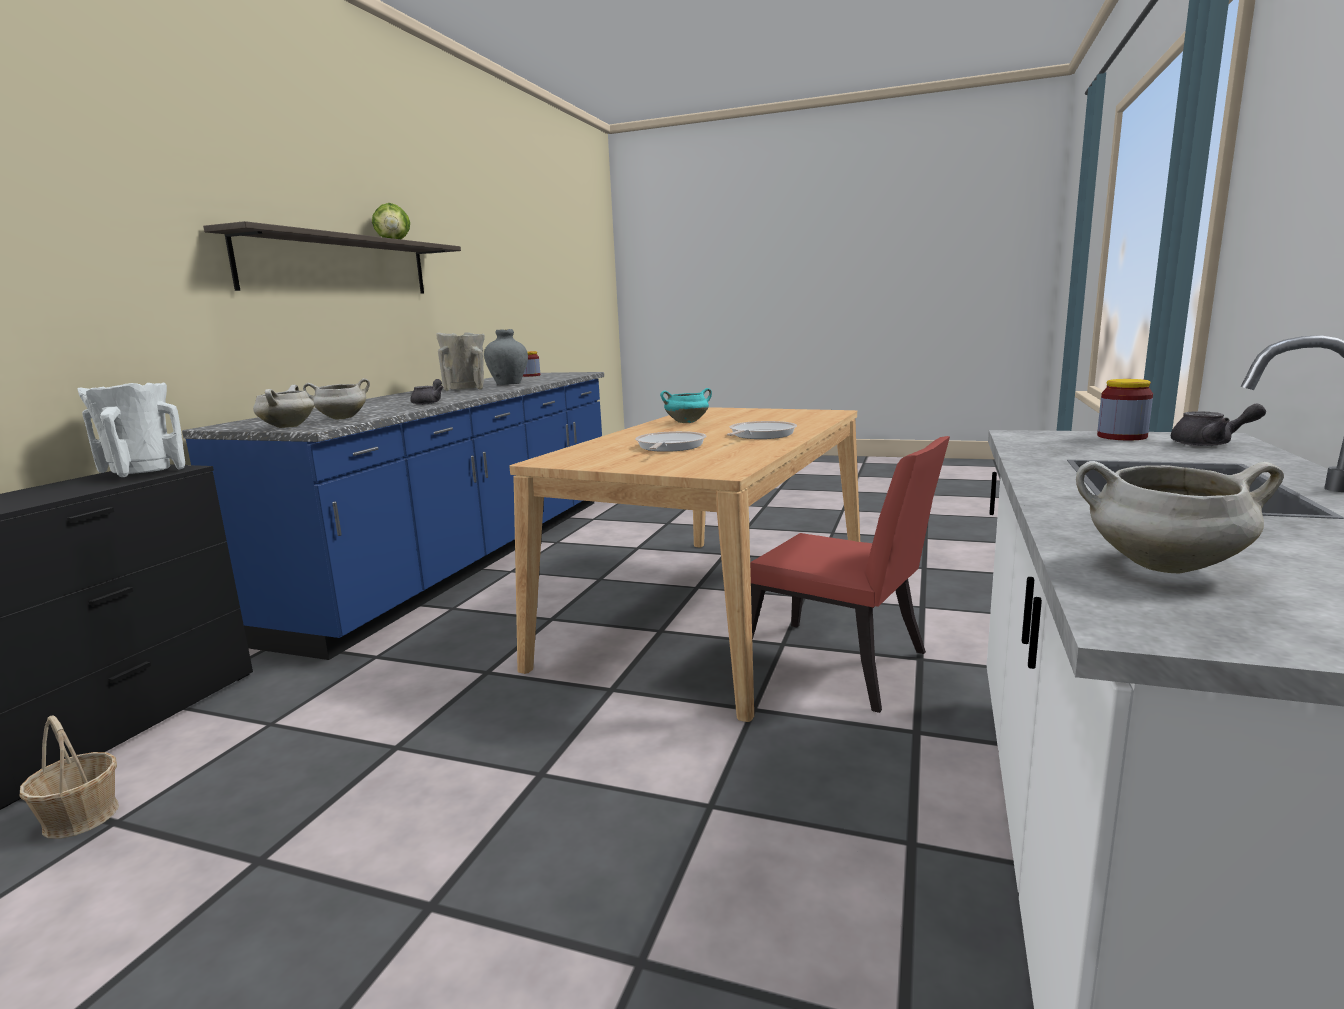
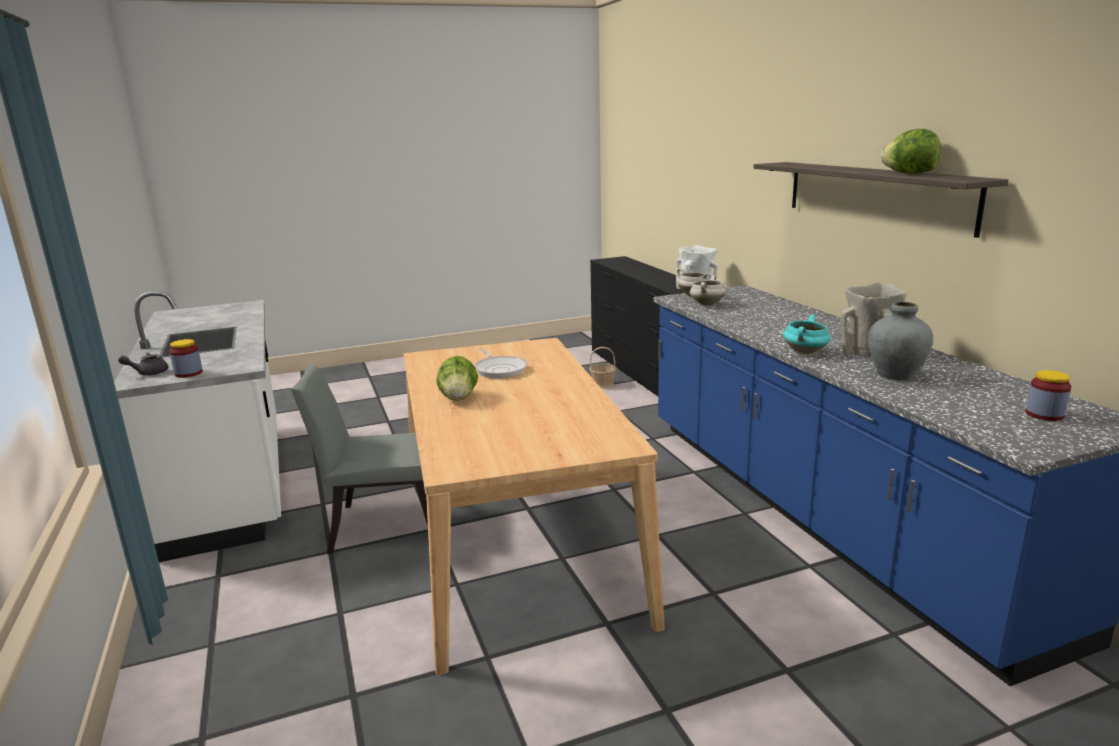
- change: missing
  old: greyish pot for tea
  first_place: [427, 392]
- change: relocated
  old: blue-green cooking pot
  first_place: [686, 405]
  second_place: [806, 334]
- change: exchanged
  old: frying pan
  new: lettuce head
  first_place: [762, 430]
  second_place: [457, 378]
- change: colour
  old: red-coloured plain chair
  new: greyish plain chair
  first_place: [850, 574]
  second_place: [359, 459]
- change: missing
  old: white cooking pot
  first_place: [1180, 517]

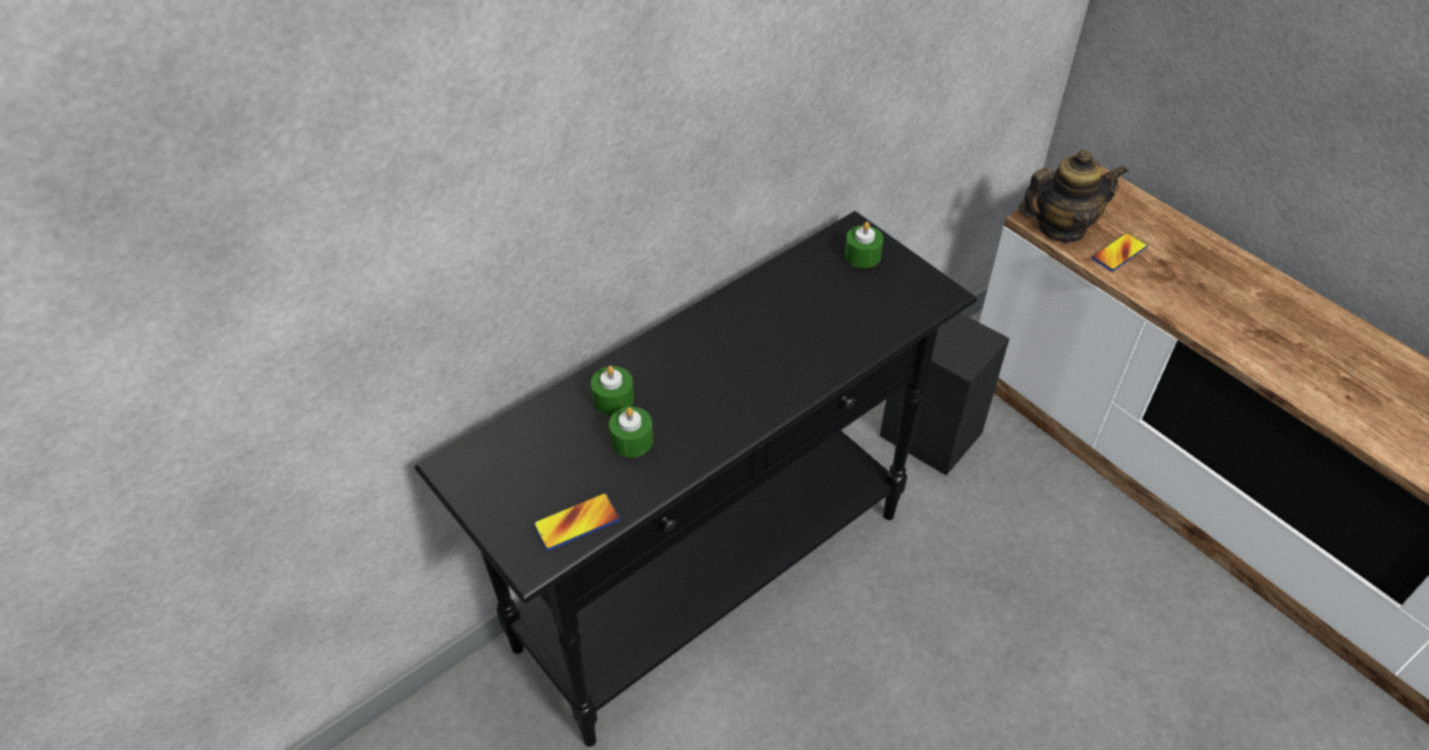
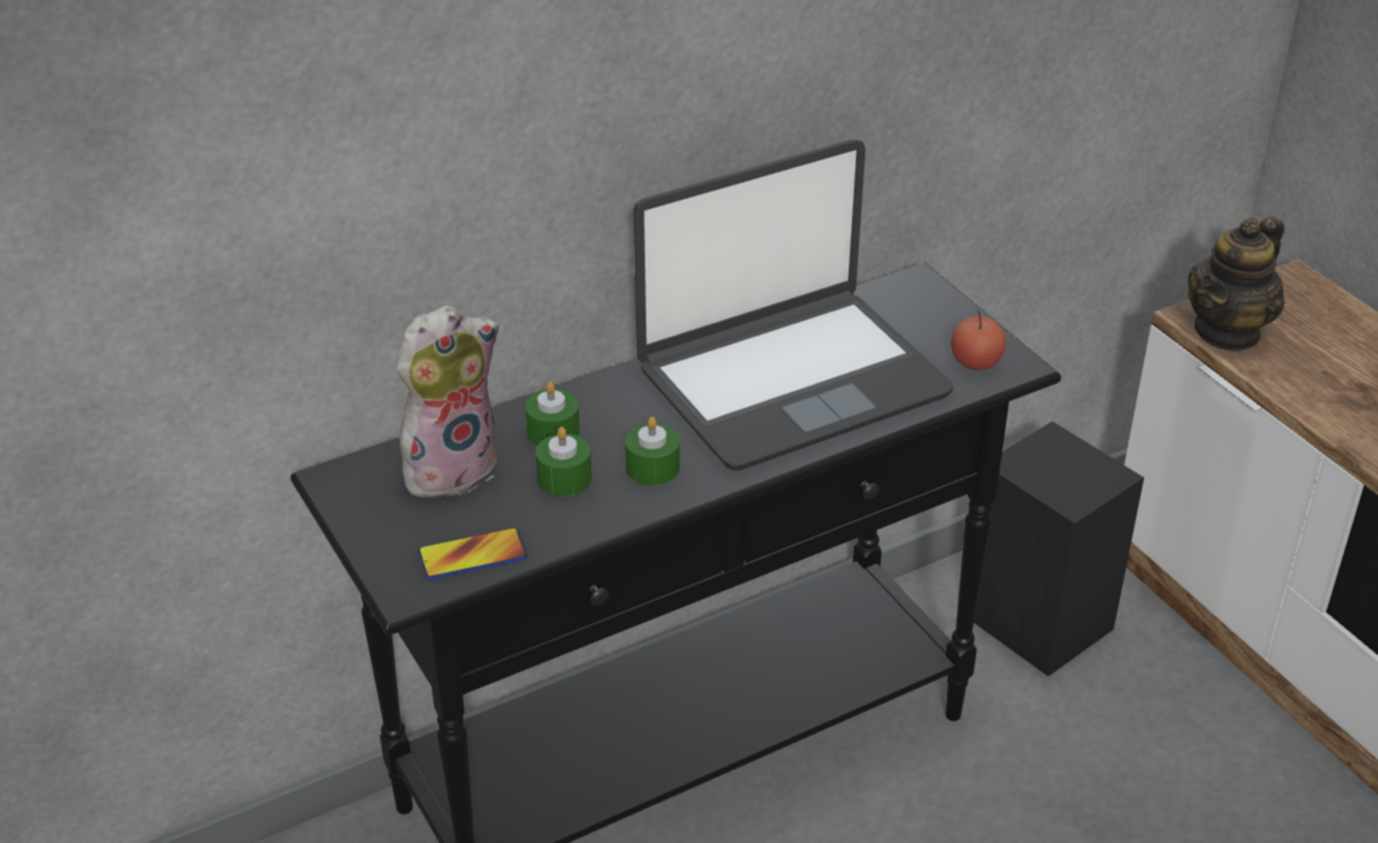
- change: relocated
  old: green wax light
  first_place: [864, 245]
  second_place: [652, 451]
- change: spun
  old: pot for tea
  first_place: [1073, 196]
  second_place: [1236, 284]
  degrees: 135
- change: missing
  old: telephone
  first_place: [1119, 252]
- change: appeared
  new: cuddly toy
  second_place: [448, 401]
- change: appeared
  new: notebook computer
  second_place: [794, 305]
- change: appeared
  new: whole apple
  second_place: [978, 340]

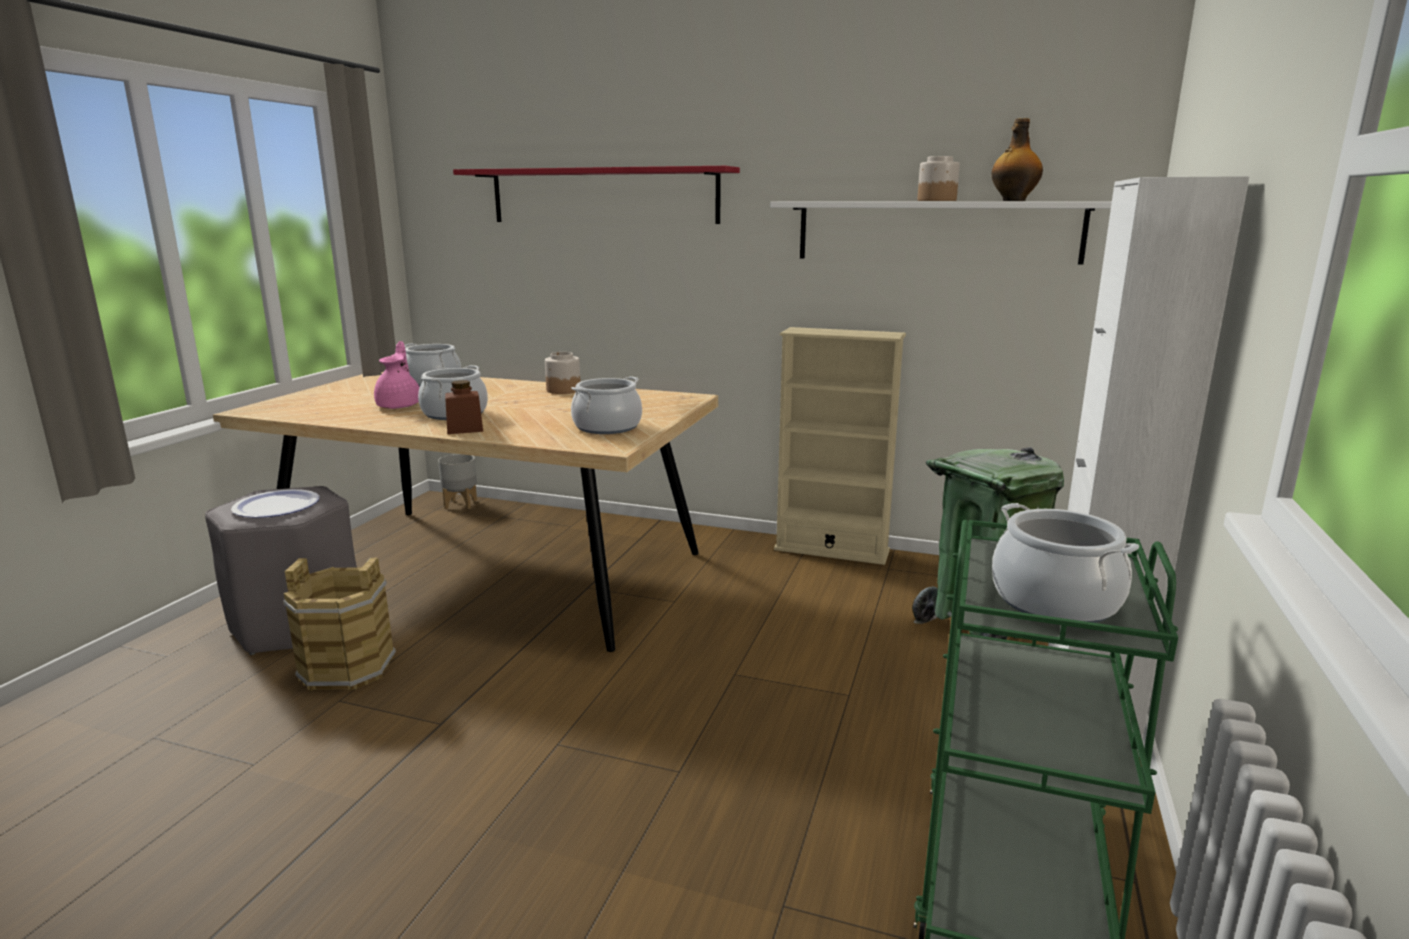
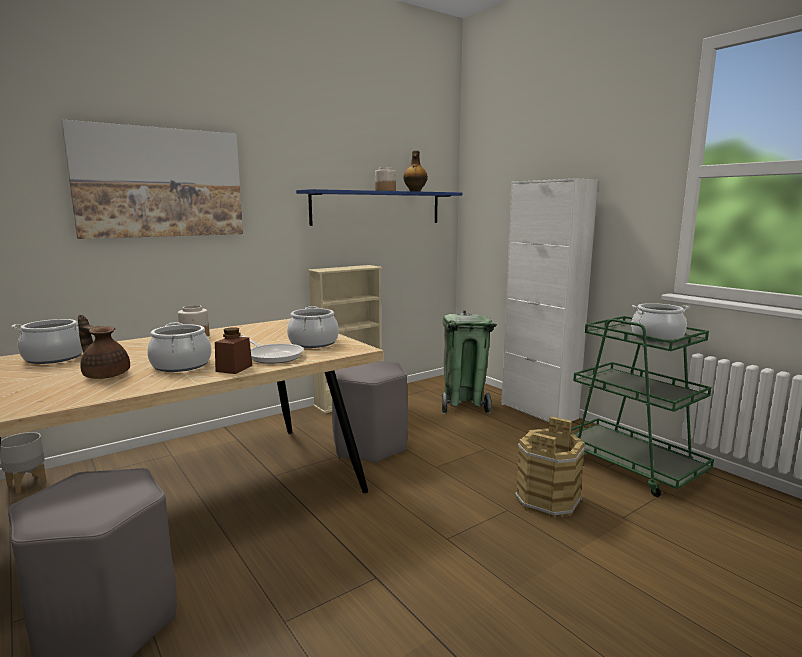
- change: missing
  old: flat dish
  first_place: [275, 503]
- change: relocated
  old: brownish bucket
  first_place: [339, 624]
  second_place: [550, 467]
- change: colour
  old: pinkish pot for tea
  new: brownish pot for tea
  first_place: [397, 375]
  second_place: [104, 347]
- change: exchanged
  old: red-coloured wall shelf
  new: wall picture
  first_place: [596, 195]
  second_place: [152, 179]
- change: colour
  old: white wall shelf
  new: blue-coloured wall shelf
  first_place: [941, 233]
  second_place: [379, 207]
- change: appeared
  new: frying pan
  second_place: [271, 349]
- change: appeared
  new: greyish stool
  second_place: [370, 412]

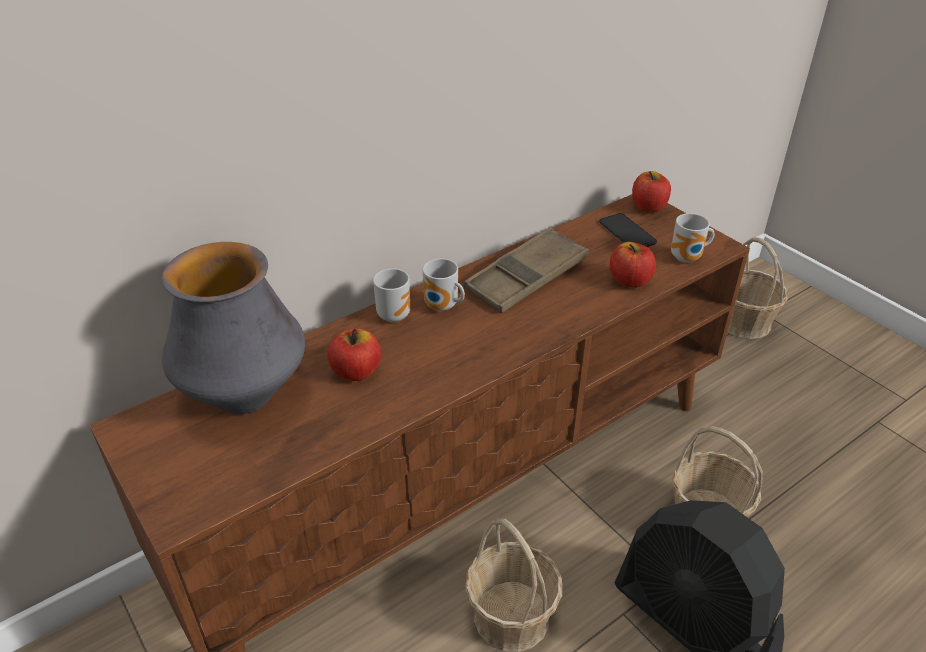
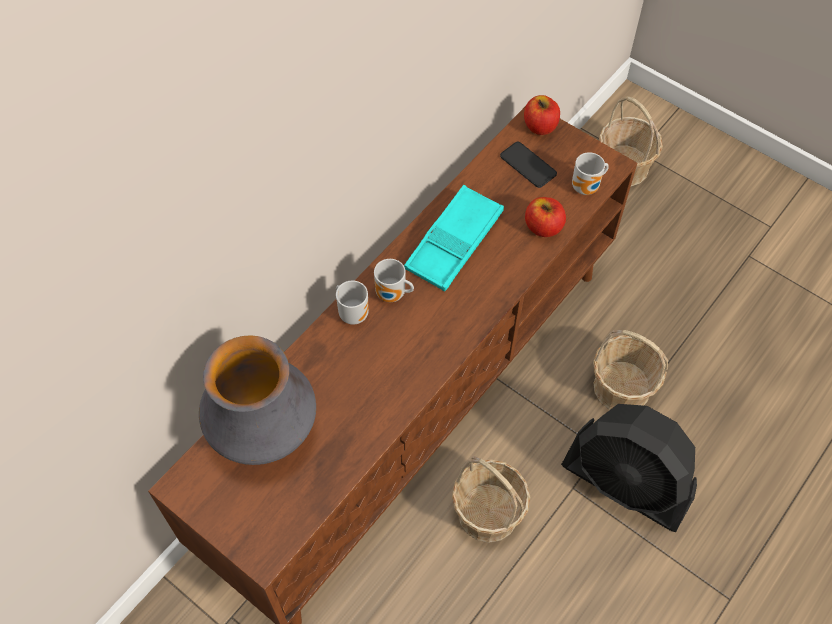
- change: missing
  old: whole apple
  first_place: [354, 355]
- change: colour
  old: brownish serving tray
  new: blue-green serving tray
  first_place: [526, 270]
  second_place: [454, 238]

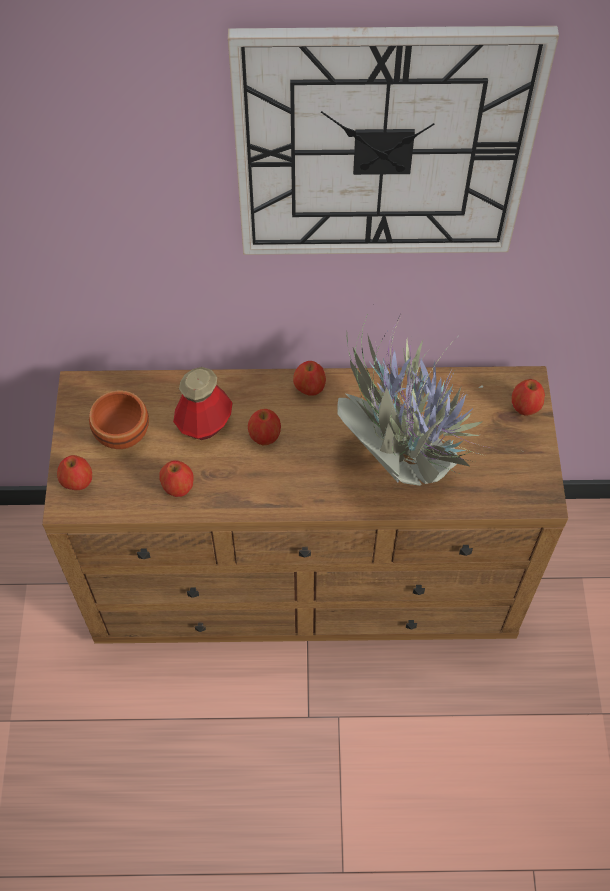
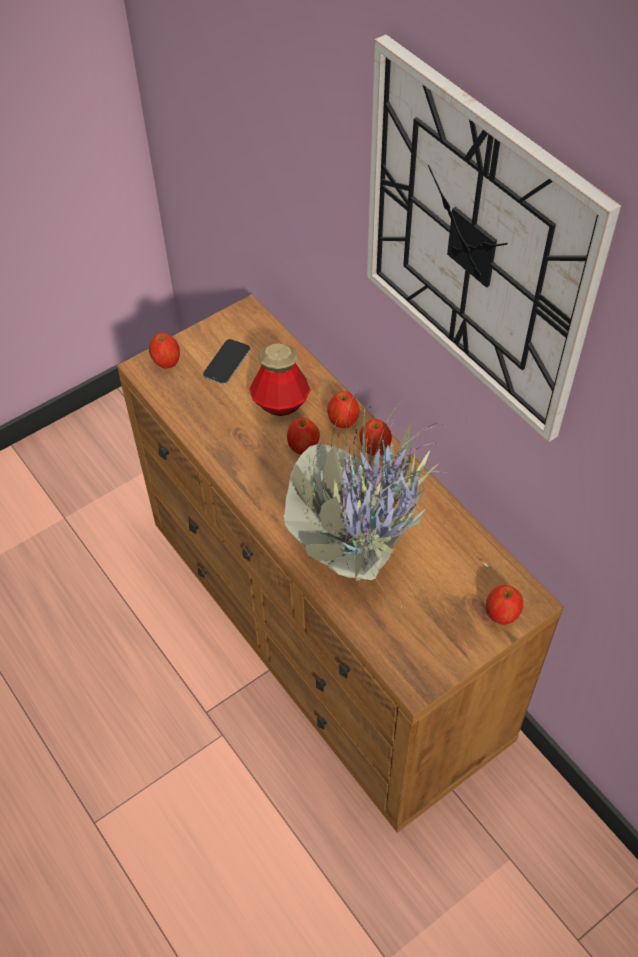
- change: exchanged
  old: brownish deep dish
  new: telephone
  first_place: [119, 420]
  second_place: [226, 361]
- change: relocated
  old: whole apple
  first_place: [176, 478]
  second_place: [343, 409]

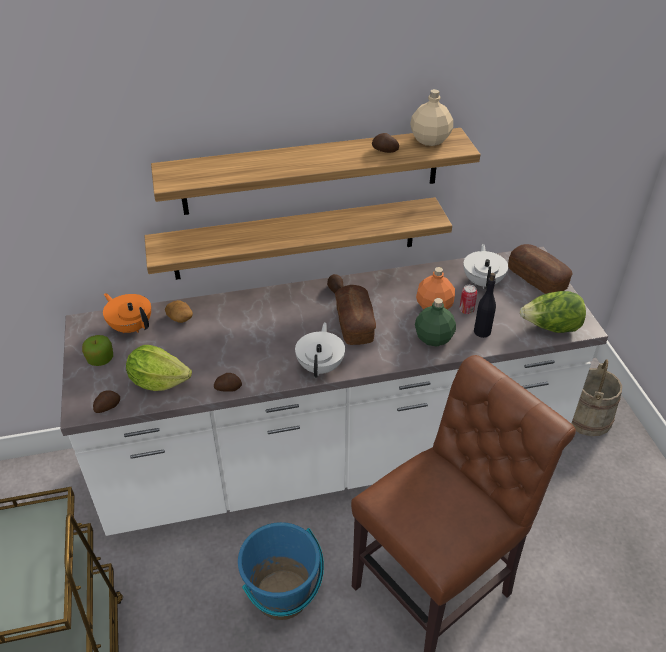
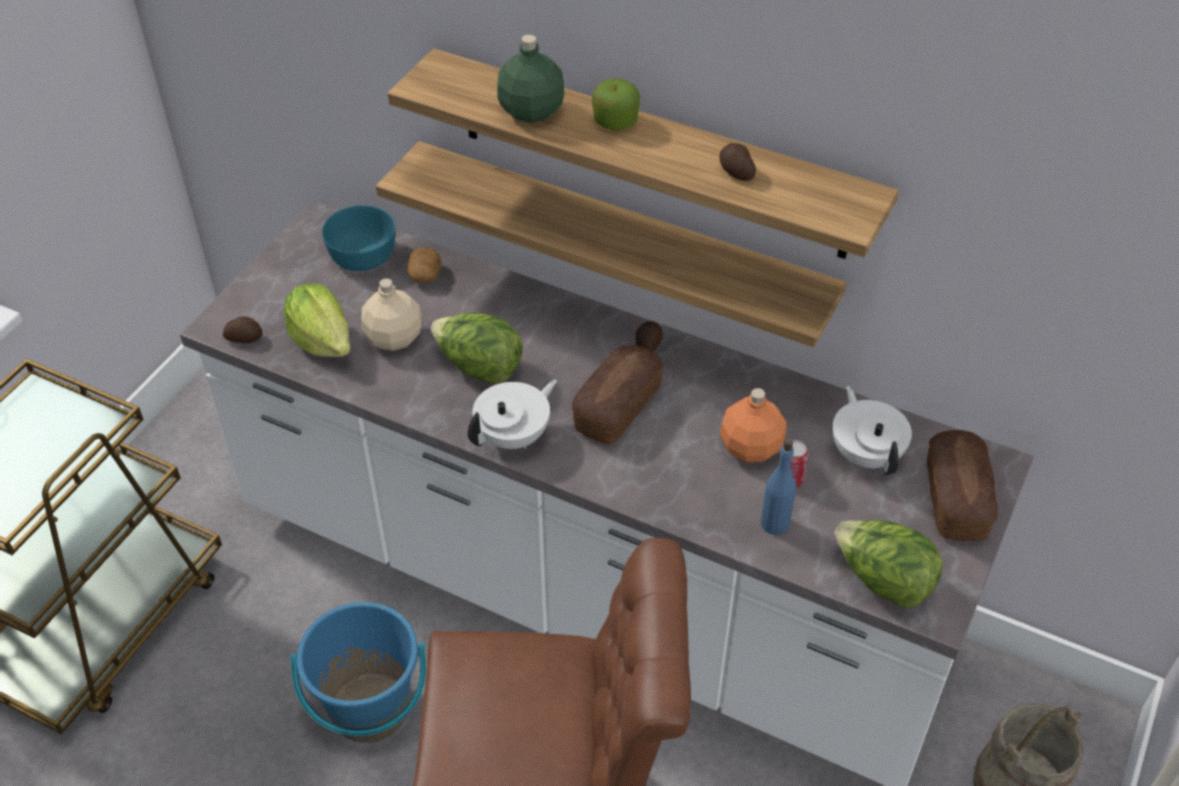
- change: relocated
  old: whole apple
  first_place: [97, 350]
  second_place: [616, 104]
- change: exchanged
  old: orange pot for tea
  new: blue-green deep dish
  first_place: [127, 313]
  second_place: [358, 238]
- change: missing
  old: potato
  first_place: [228, 382]
- change: relocated
  old: beige bottle
  first_place: [431, 117]
  second_place: [391, 314]
- change: relocated
  old: green bottle
  first_place: [435, 322]
  second_place: [530, 78]
- change: spun
  old: white pot for tea
  first_place: [485, 266]
  second_place: [872, 430]
  degrees: -60
- change: colour
  old: black-coloured bottle
  new: blue-coloured bottle
  first_place: [485, 305]
  second_place: [778, 486]
- change: appeared
  new: lettuce head
  second_place: [477, 348]

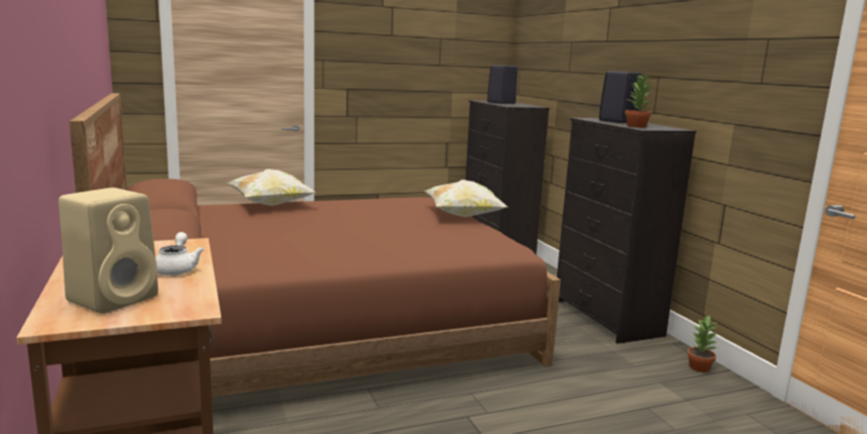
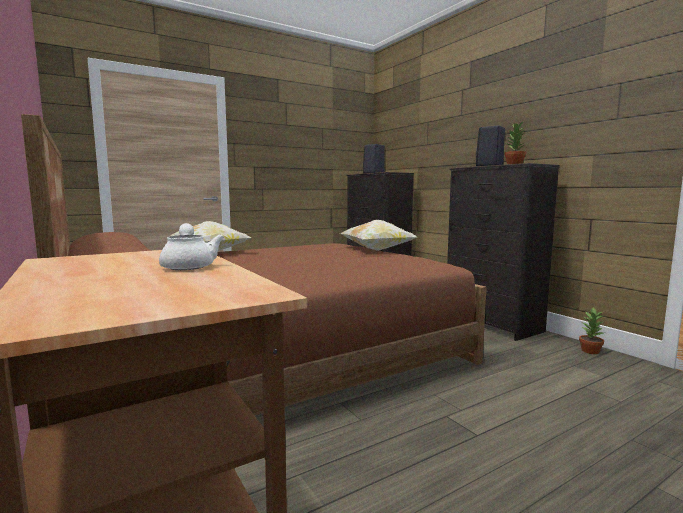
- change: missing
  old: beige speaker
  first_place: [108, 251]

